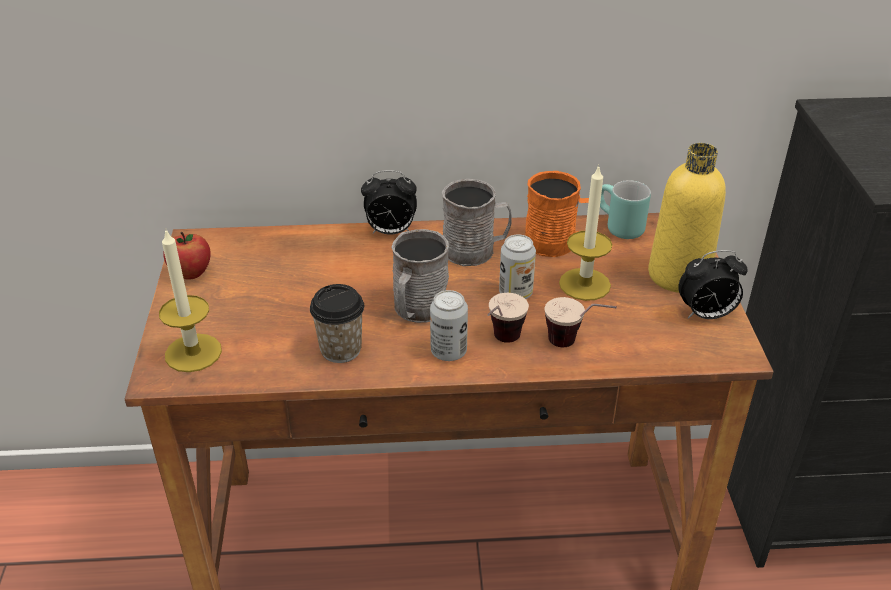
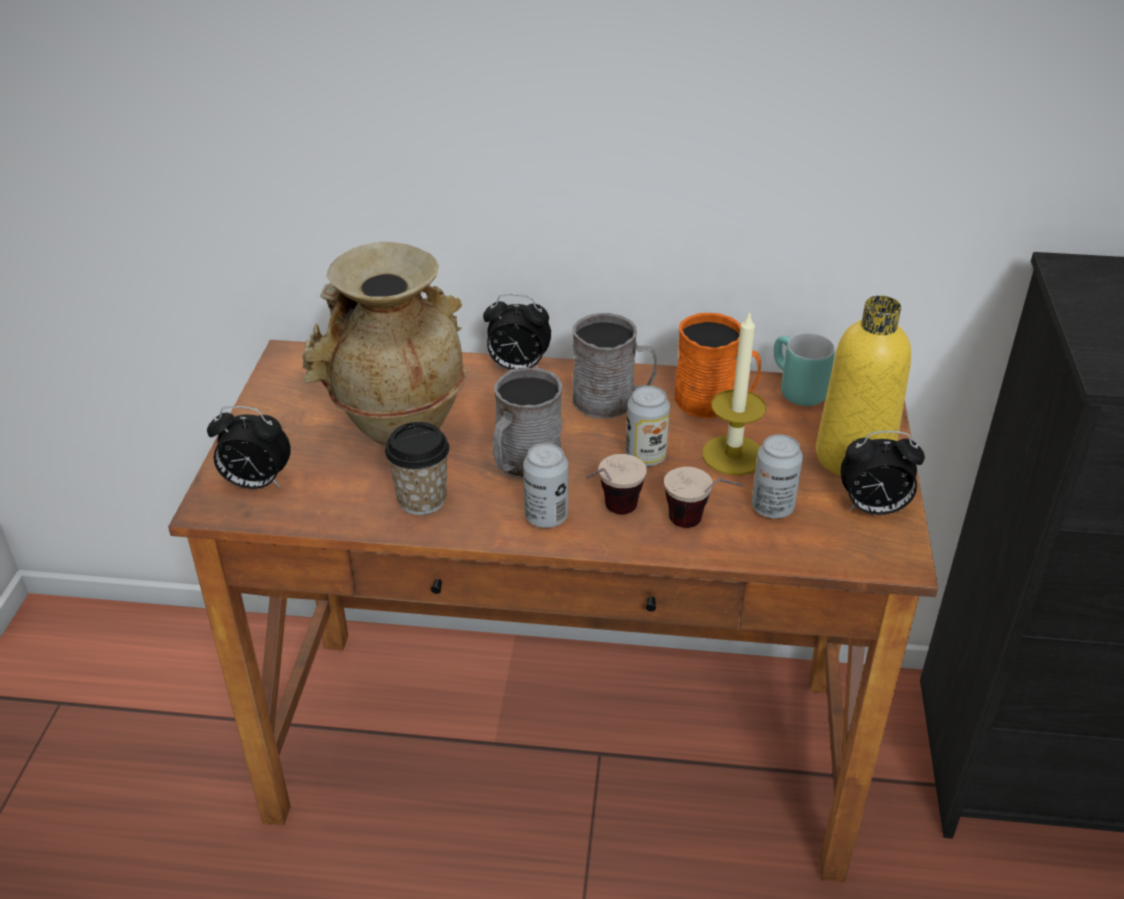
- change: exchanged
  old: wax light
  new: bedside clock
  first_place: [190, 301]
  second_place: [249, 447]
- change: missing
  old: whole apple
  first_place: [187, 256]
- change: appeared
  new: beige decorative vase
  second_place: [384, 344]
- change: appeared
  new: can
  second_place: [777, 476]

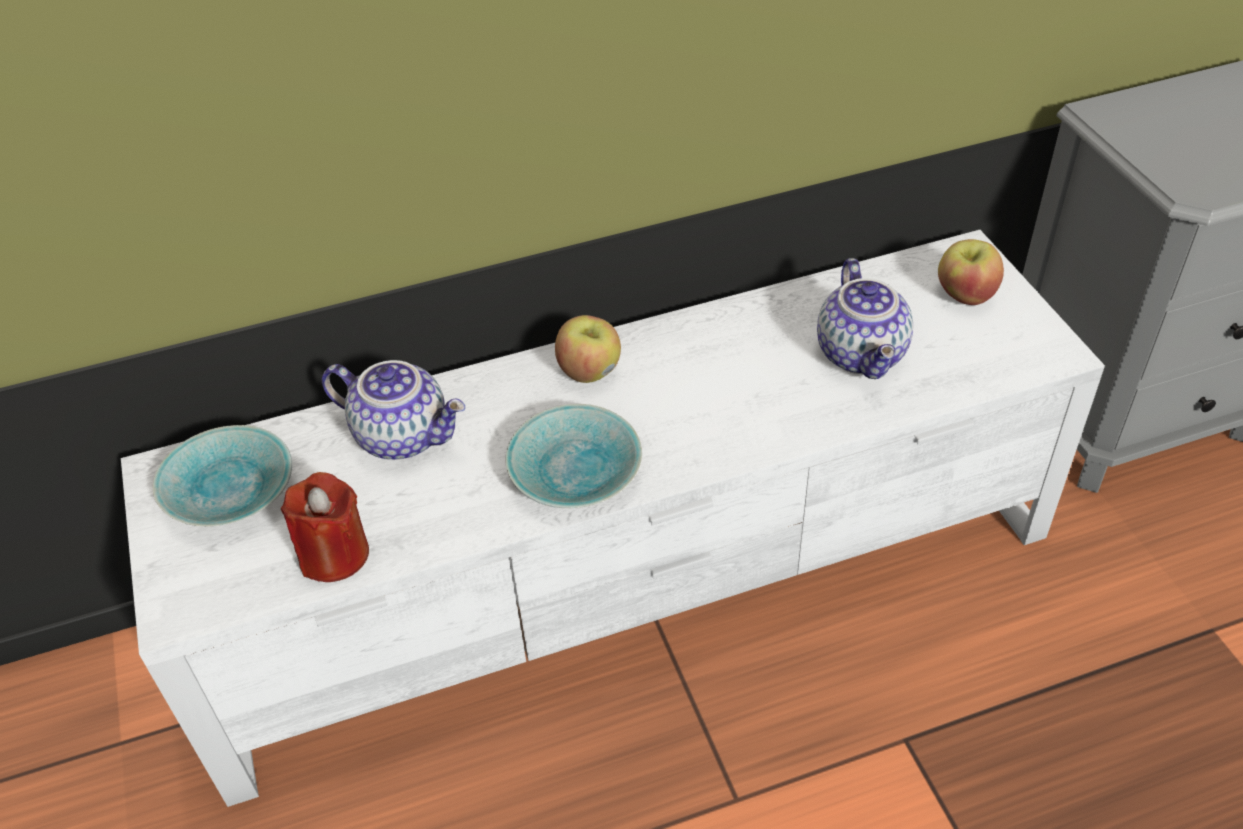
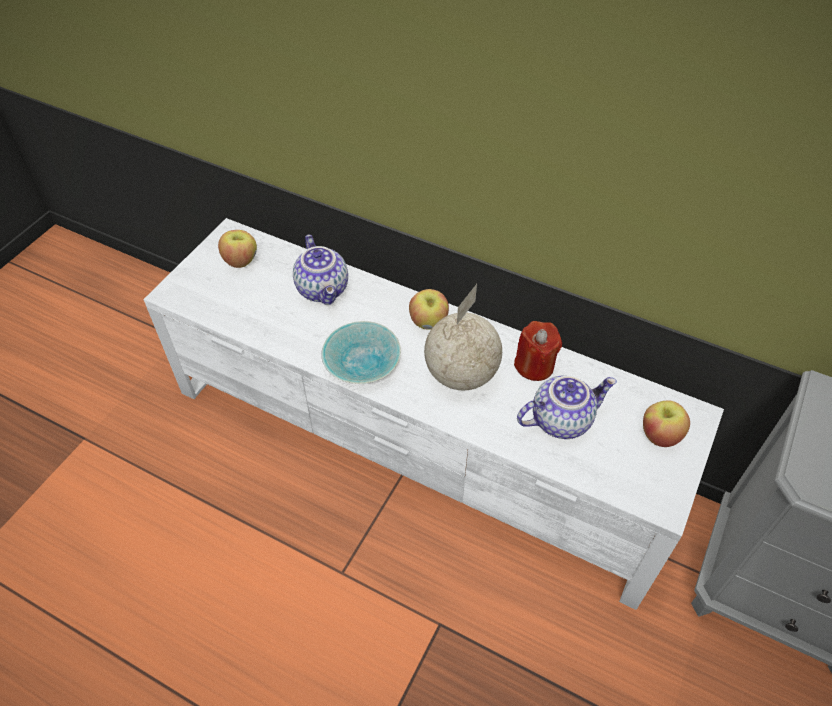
- change: exchanged
  old: blue-green deep dish
  new: whole apple
  first_place: [222, 476]
  second_place: [237, 249]
- change: relocated
  old: red-coloured wax light
  first_place: [325, 527]
  second_place: [538, 351]
- change: spun
  old: pot for tea
  first_place: [865, 318]
  second_place: [567, 407]
  degrees: -150
- change: appeared
  new: desk globe
  second_place: [463, 337]

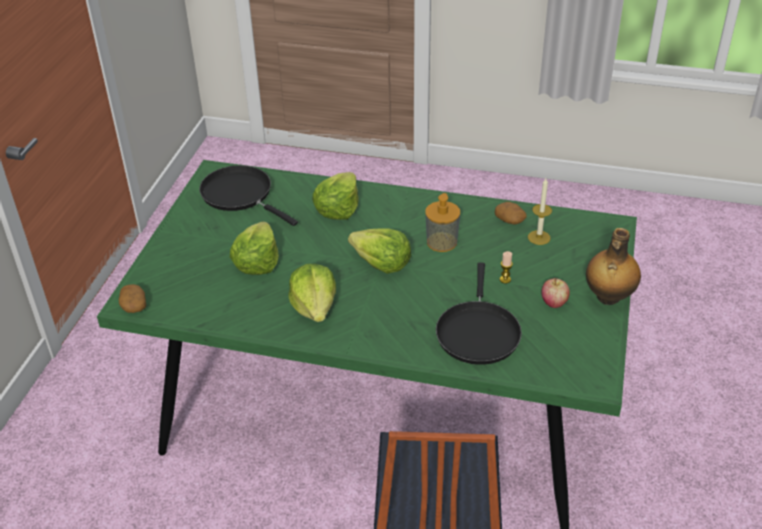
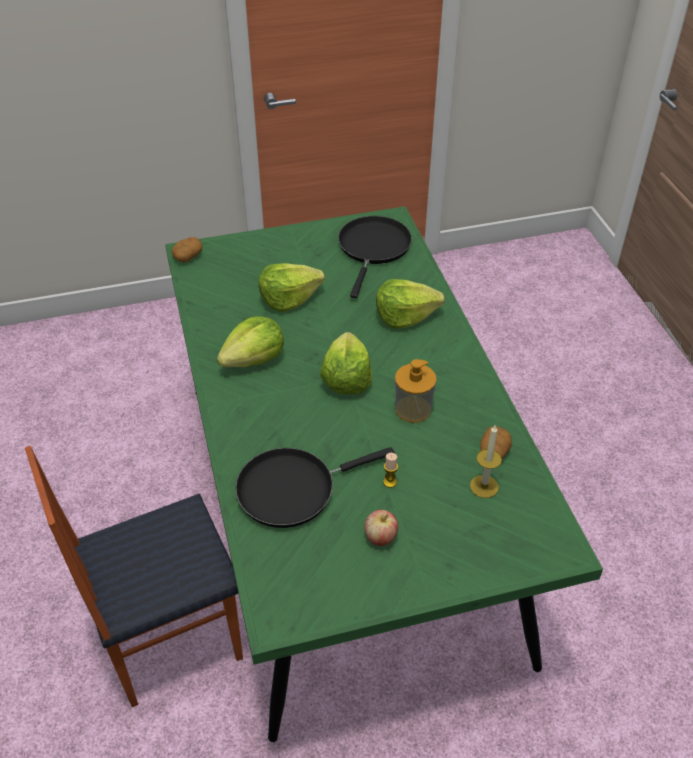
- change: missing
  old: bottle
  first_place: [613, 266]

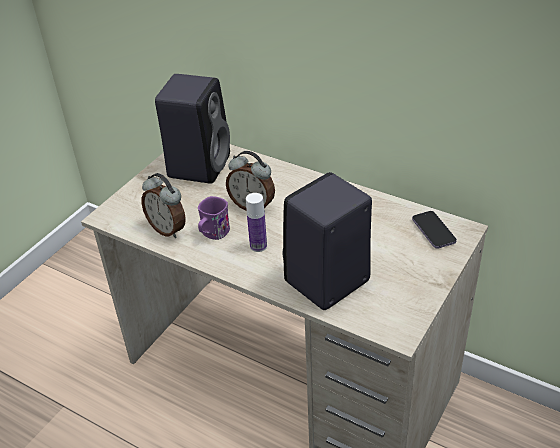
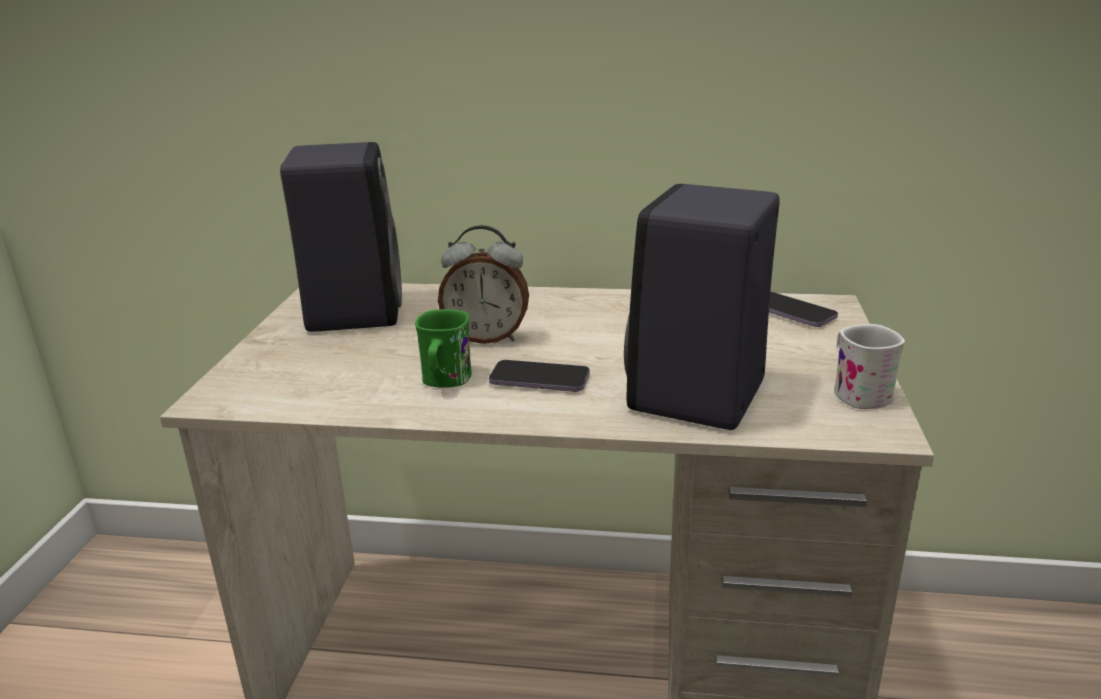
- change: missing
  old: bedside clock
  first_place: [164, 205]
- change: colour
  old: purple-coloured mug
  new: green mug
  first_place: [214, 218]
  second_place: [443, 348]
- change: exchanged
  old: bottle
  new: telephone
  first_place: [256, 222]
  second_place: [539, 376]
- change: appeared
  new: white mug
  second_place: [869, 366]

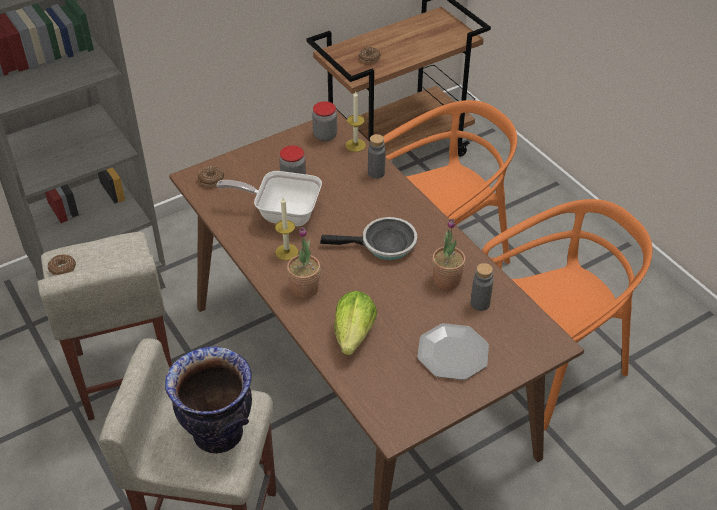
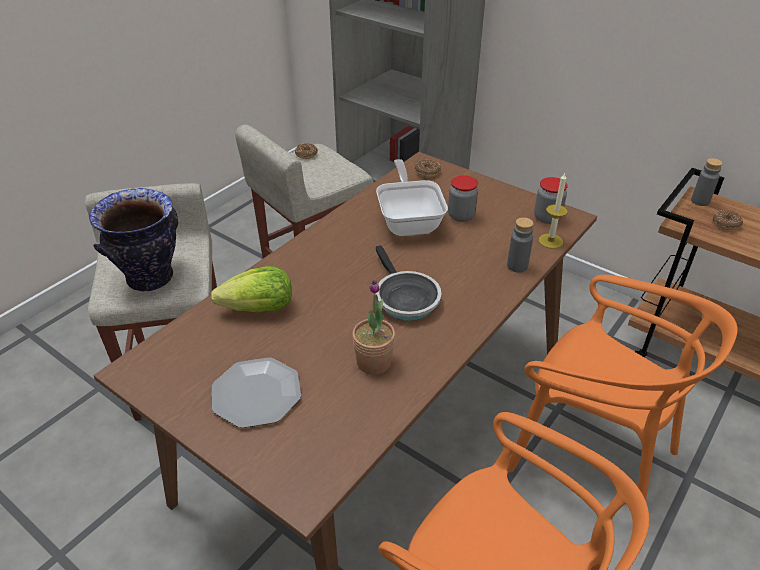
- change: missing
  old: wax light
  first_place: [286, 229]
- change: missing
  old: houseplant
  first_place: [304, 262]
- change: relocated
  old: greyish bottle
  first_place: [482, 287]
  second_place: [707, 182]

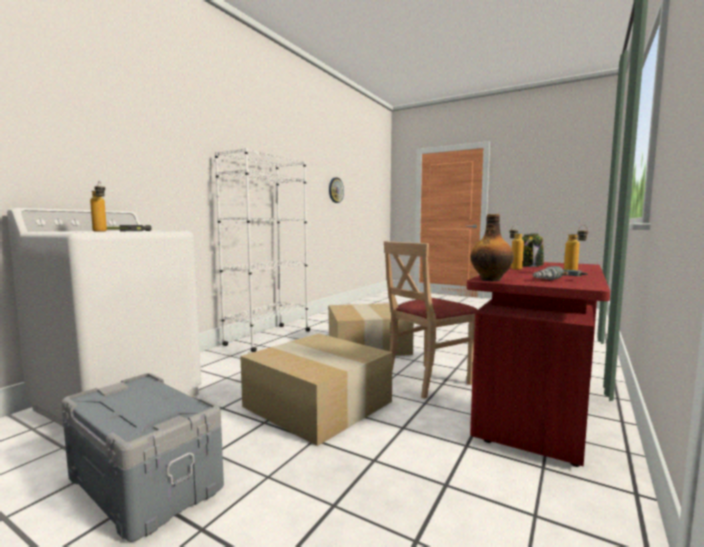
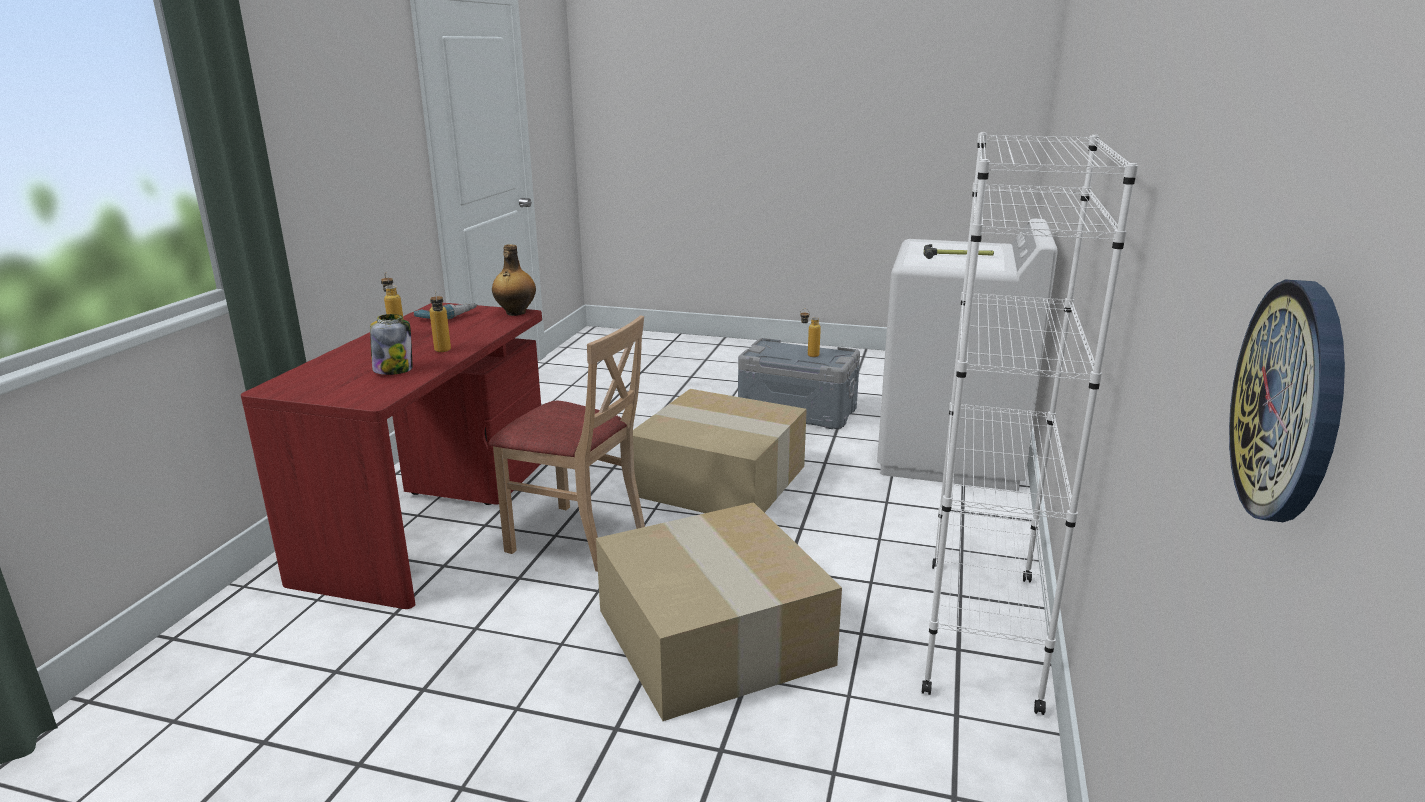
- change: relocated
  old: bottle
  first_place: [98, 206]
  second_place: [810, 332]
- change: spun
  old: beige plain chair
  first_place: [430, 320]
  second_place: [567, 443]
  degrees: 75

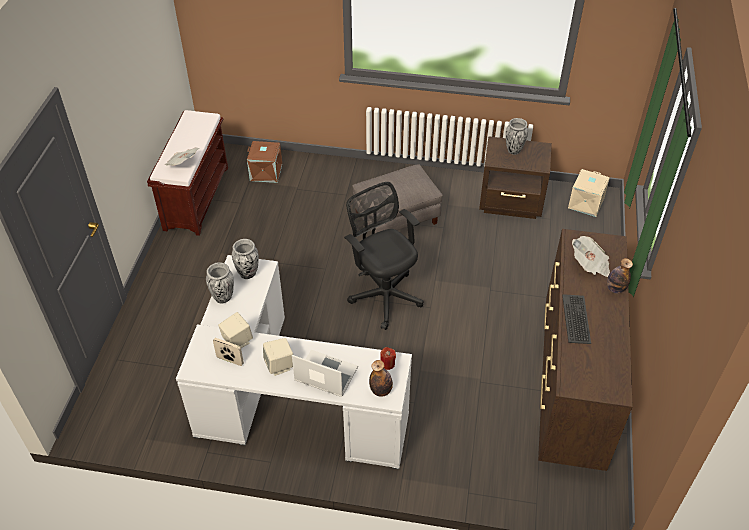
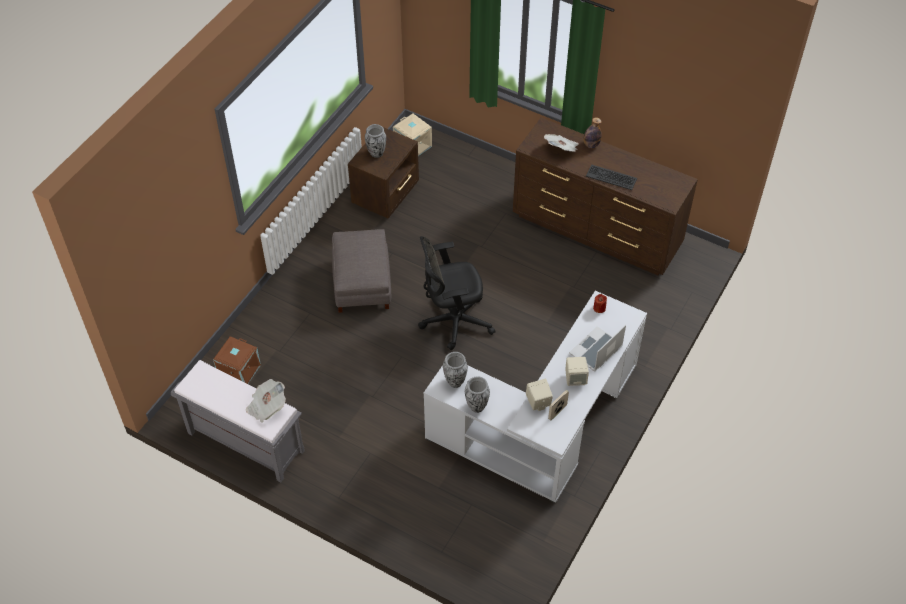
- change: colour
  old: brownish bench
  new: greyish bench
  first_place: [187, 173]
  second_place: [238, 421]
- change: missing
  old: bottle
  first_place: [381, 378]

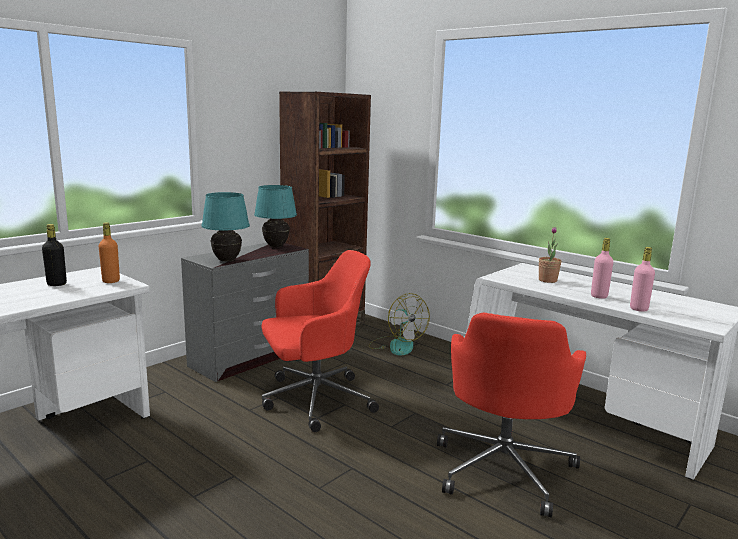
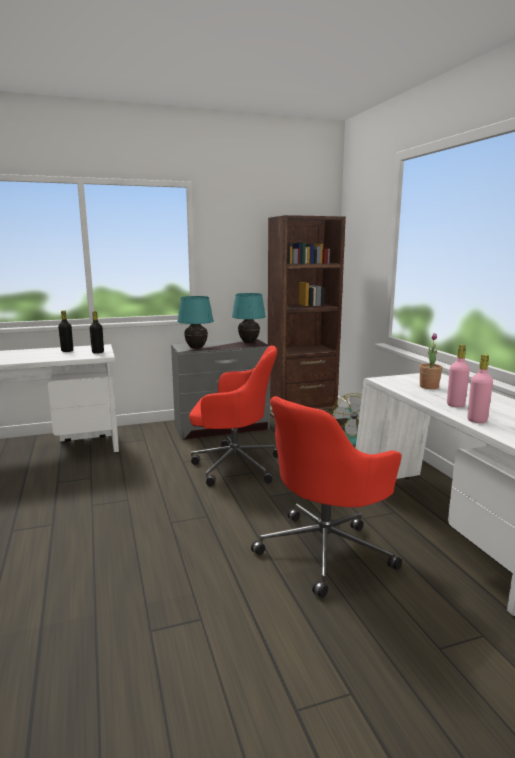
- change: colour
  old: orange bottle
  new: black-coloured bottle
  first_place: [109, 252]
  second_place: [97, 332]

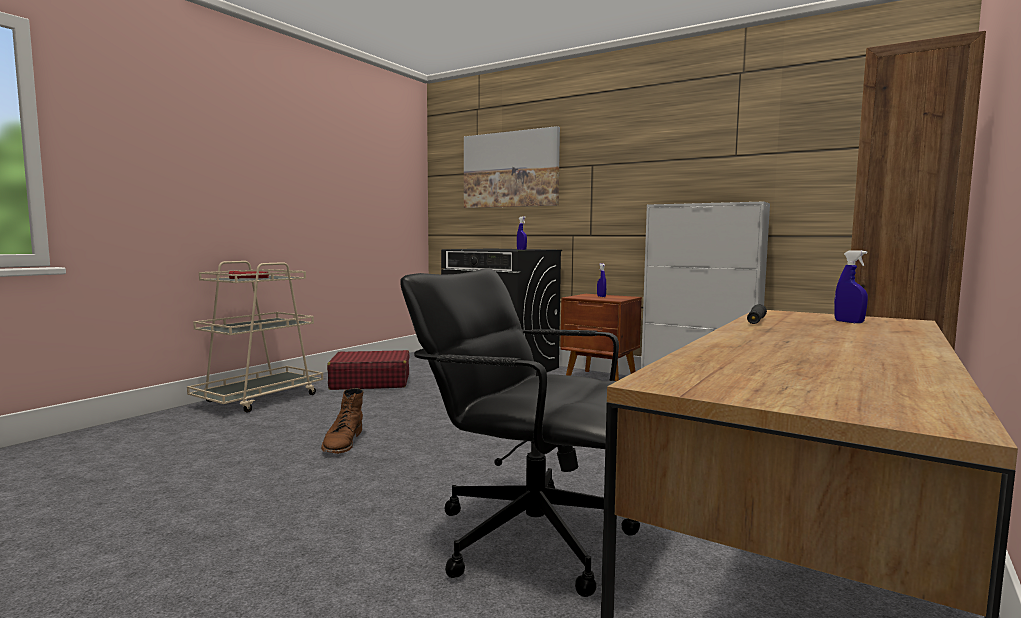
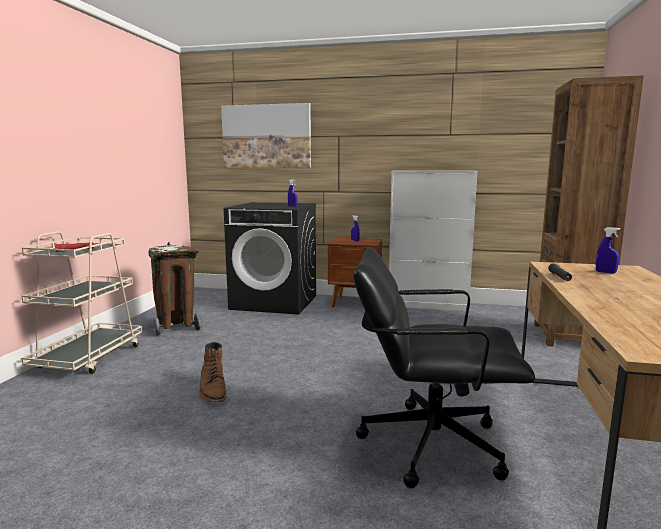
- change: exchanged
  old: red-coloured piece of luggage
  new: brownish rubbish bin
  first_place: [368, 370]
  second_place: [174, 289]

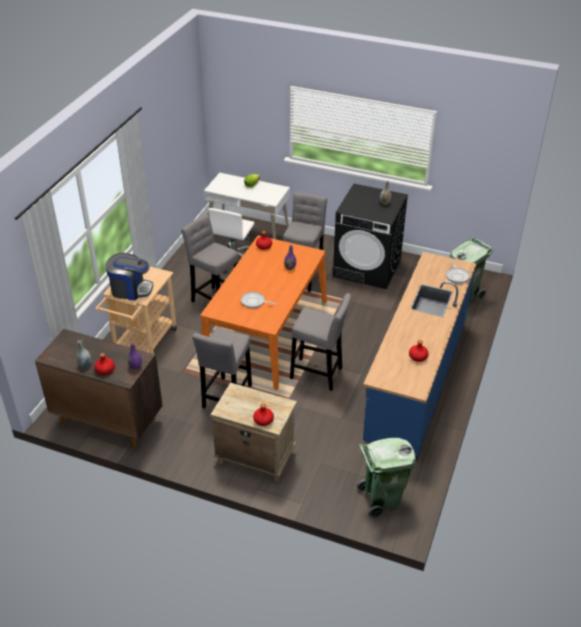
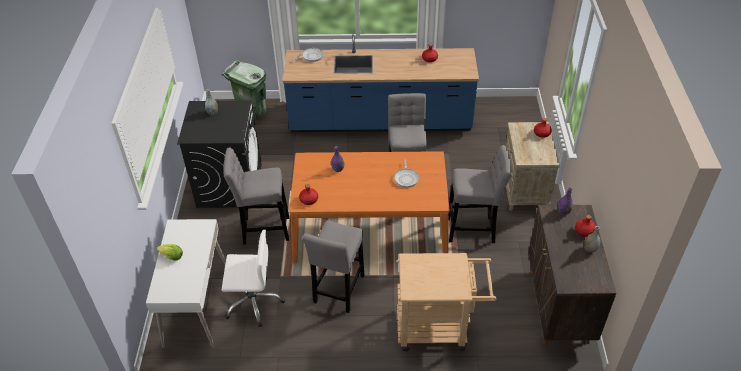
- change: missing
  old: coffee brewer
  first_place: [129, 276]
- change: missing
  old: green rubbish bin
  first_place: [386, 478]

